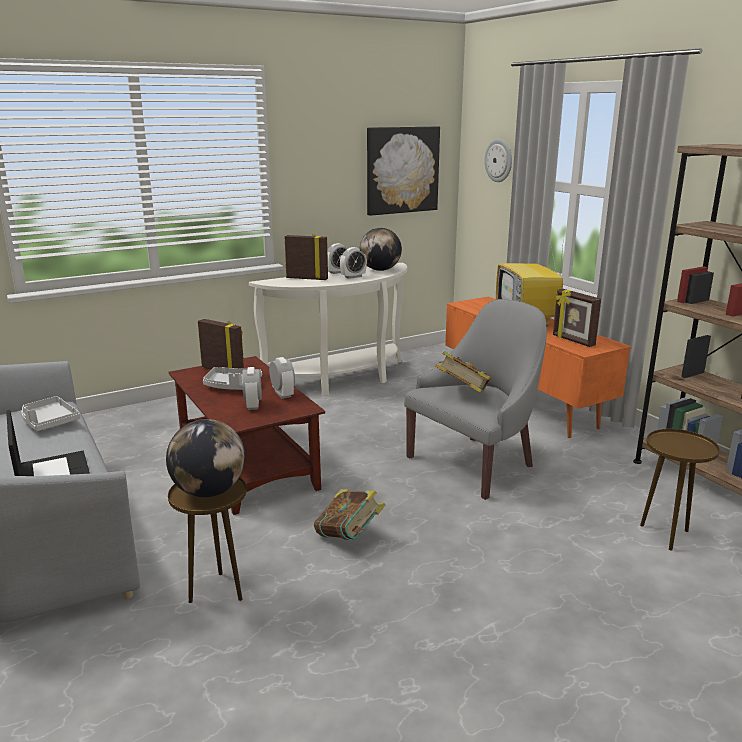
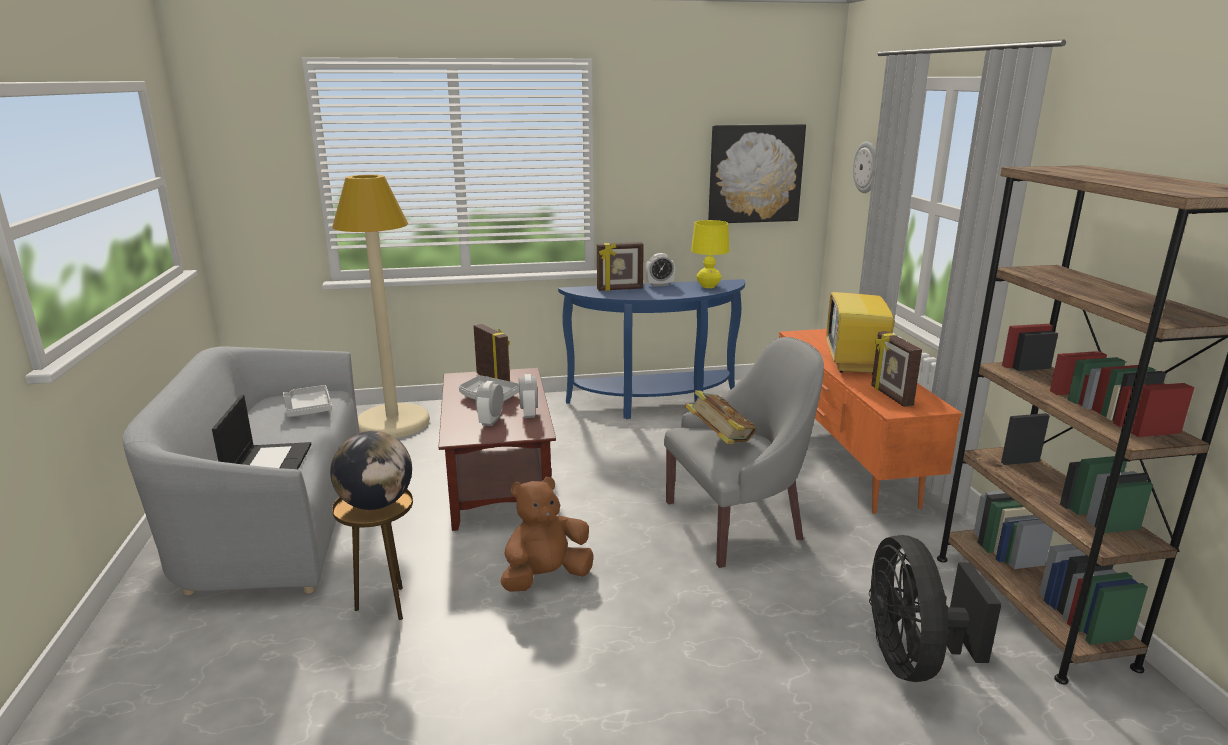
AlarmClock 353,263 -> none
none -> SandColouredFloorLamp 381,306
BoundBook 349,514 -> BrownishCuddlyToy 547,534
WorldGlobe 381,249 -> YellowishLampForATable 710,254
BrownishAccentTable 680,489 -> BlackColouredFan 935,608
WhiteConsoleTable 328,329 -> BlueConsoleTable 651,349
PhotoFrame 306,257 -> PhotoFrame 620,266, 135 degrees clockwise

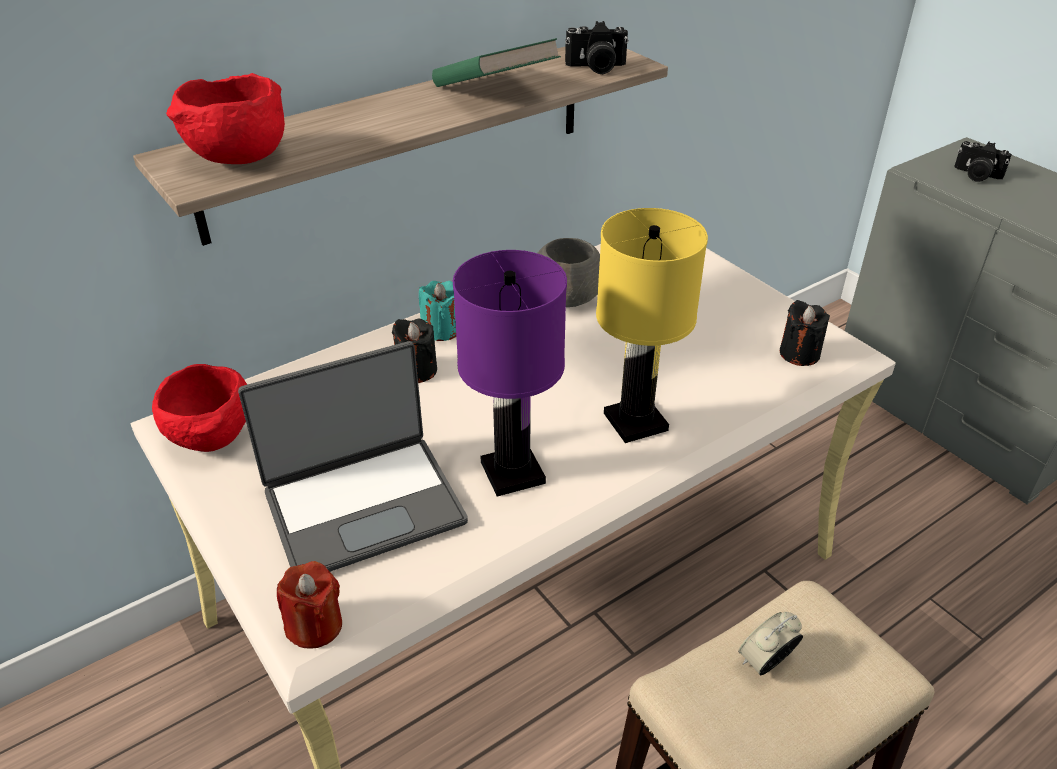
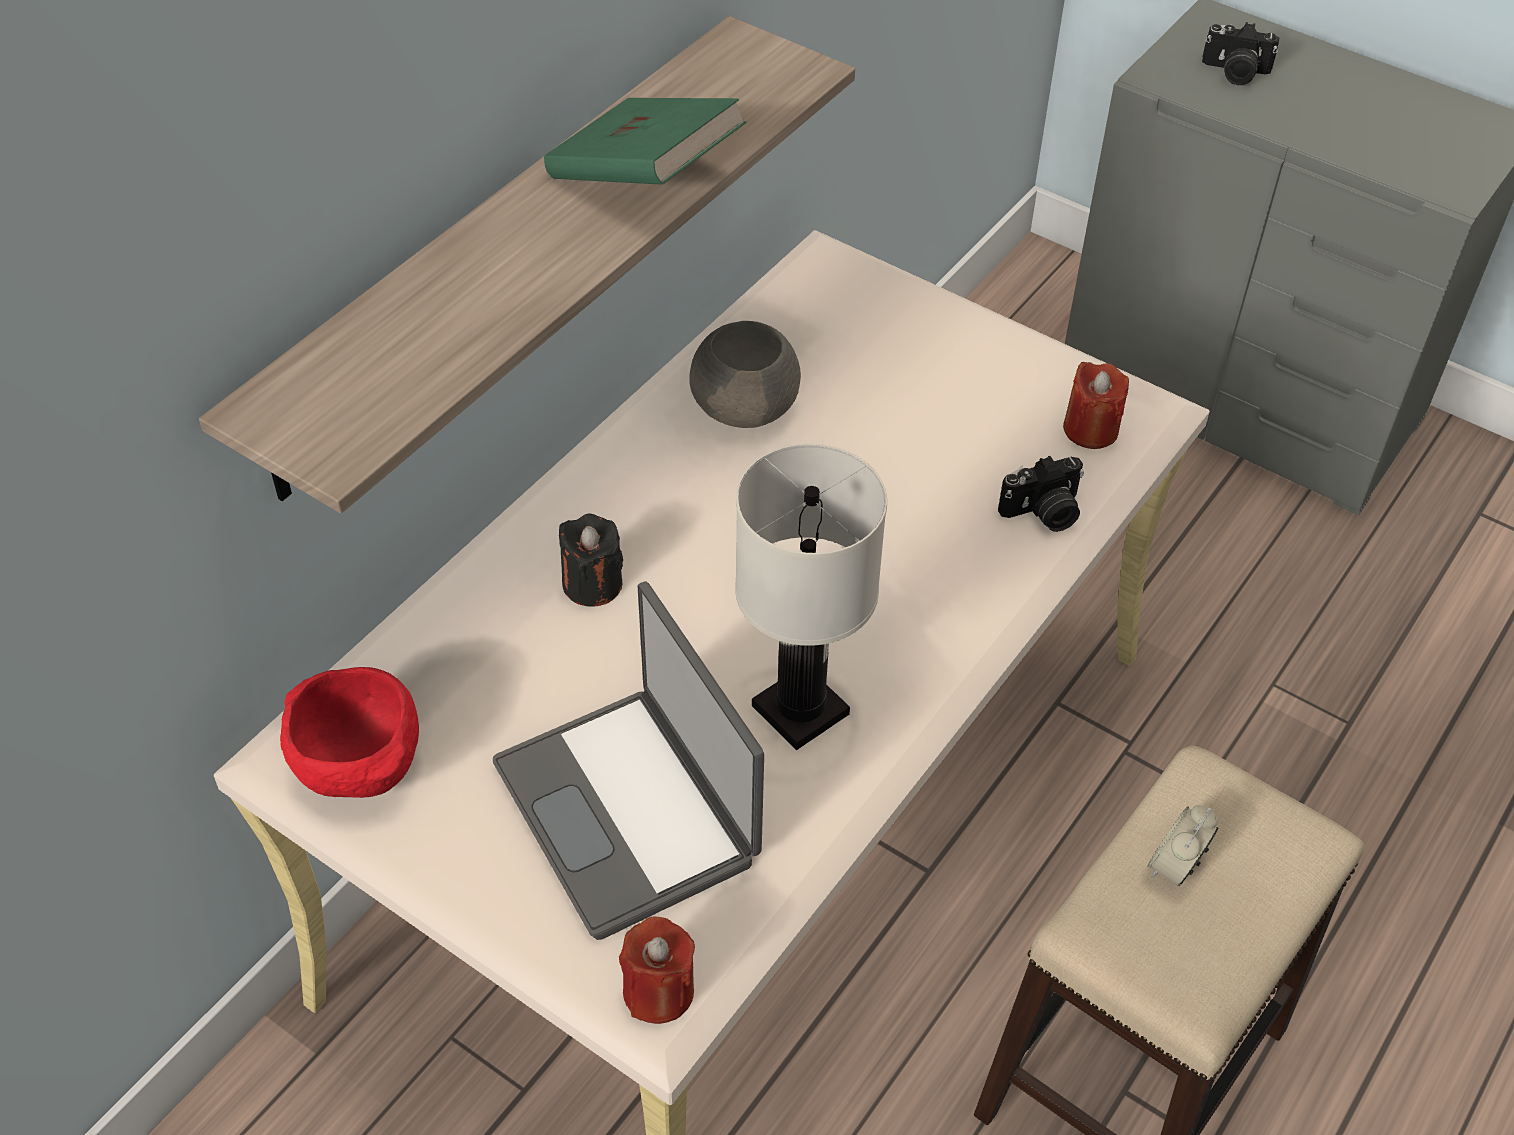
RedServingBowl 225,118 -> none
TurquoiseColouredWaxLight 437,311 -> none
YellowishLampForATable 652,325 -> none
PhotoCamera 597,47 -> PhotoCamera 1041,494, moved
PurplishLampForATable 510,373 -> WhiteLampForATable 811,597
BlackColouredWaxLight 805,333 -> RedWaxLight 1096,405
PortableComputer 353,456 -> PortableComputer 628,760, 105 degrees clockwise

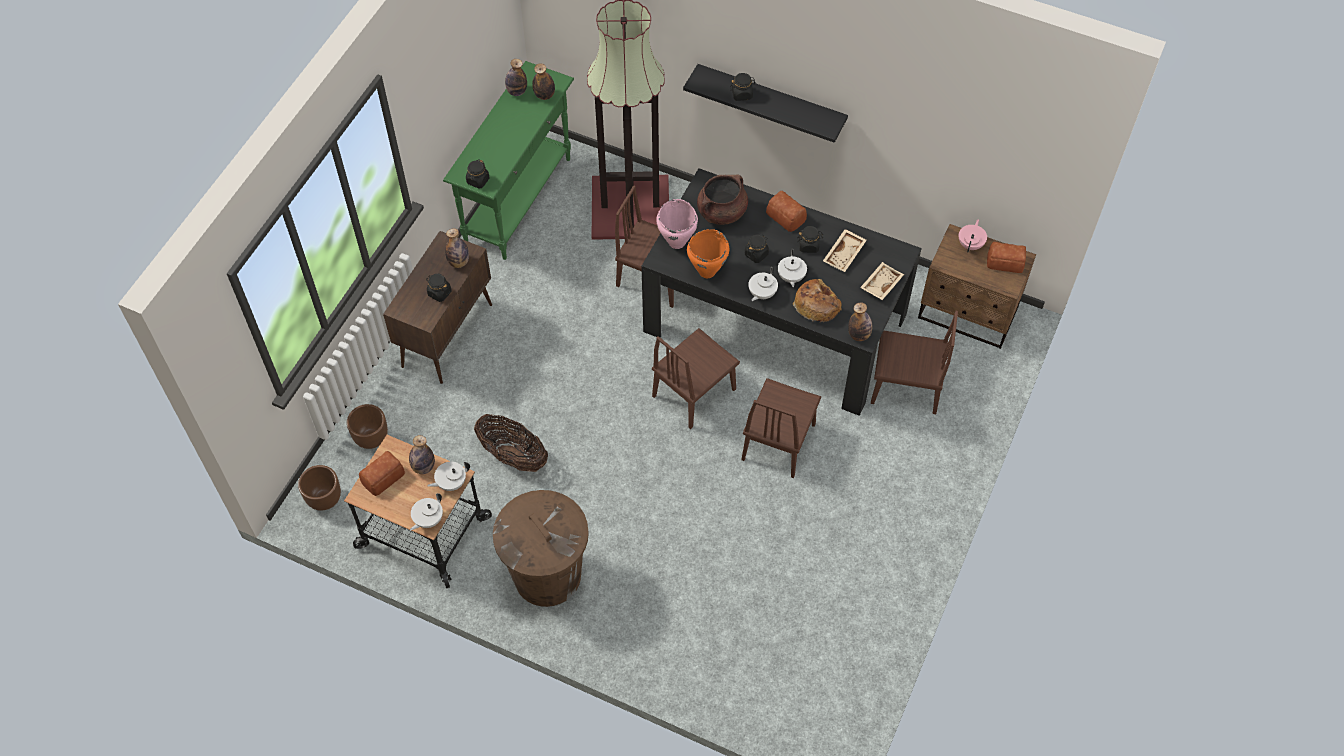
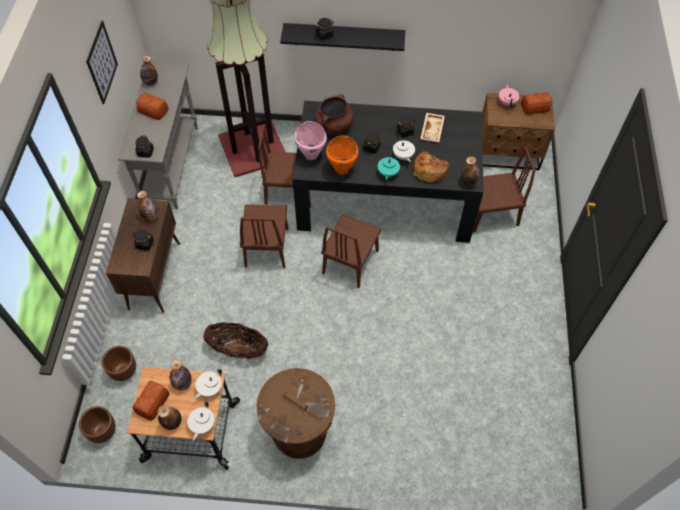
SandColouredCarryingTray 882,281 -> none
none -> WallPicture 102,62
DrinkBottle 543,81 -> DrinkBottle 170,417, moved
BrownishUprightChair 781,428 -> BrownishUprightChair 264,236, moved
BakedBread 786,211 -> BakedBread 152,106, moved
GreenColouredConsoleTable 508,160 -> GreyishConsoleTable 158,135
WhiteTeaPot 763,284 -> TurquoiseColouredTeaPot 389,165

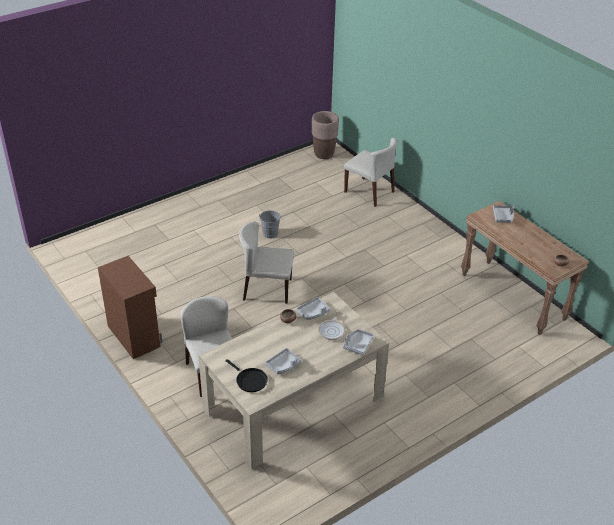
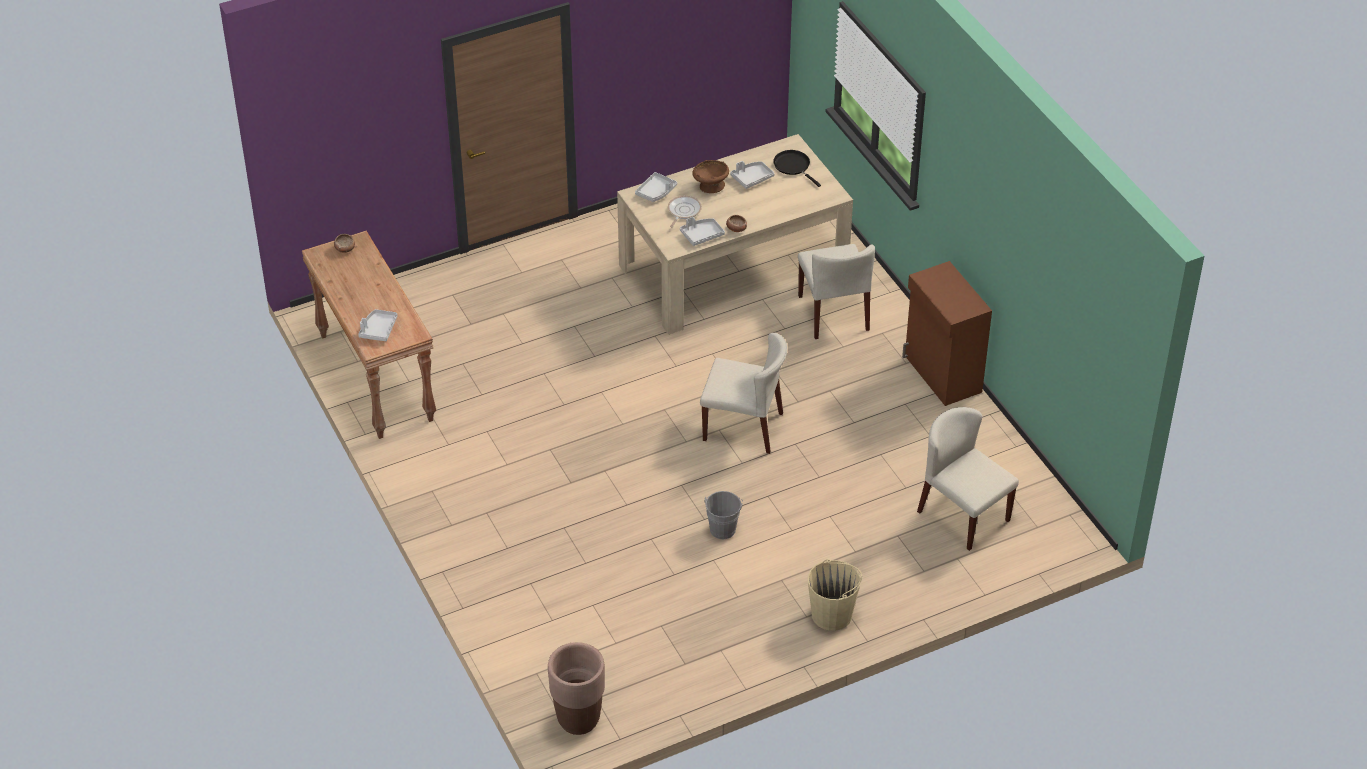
none -> BrownishServingBowl 710,176
none -> SandColouredBucket 835,595
SandColouredUprightChair 370,172 -> SandColouredUprightChair 968,479, moved

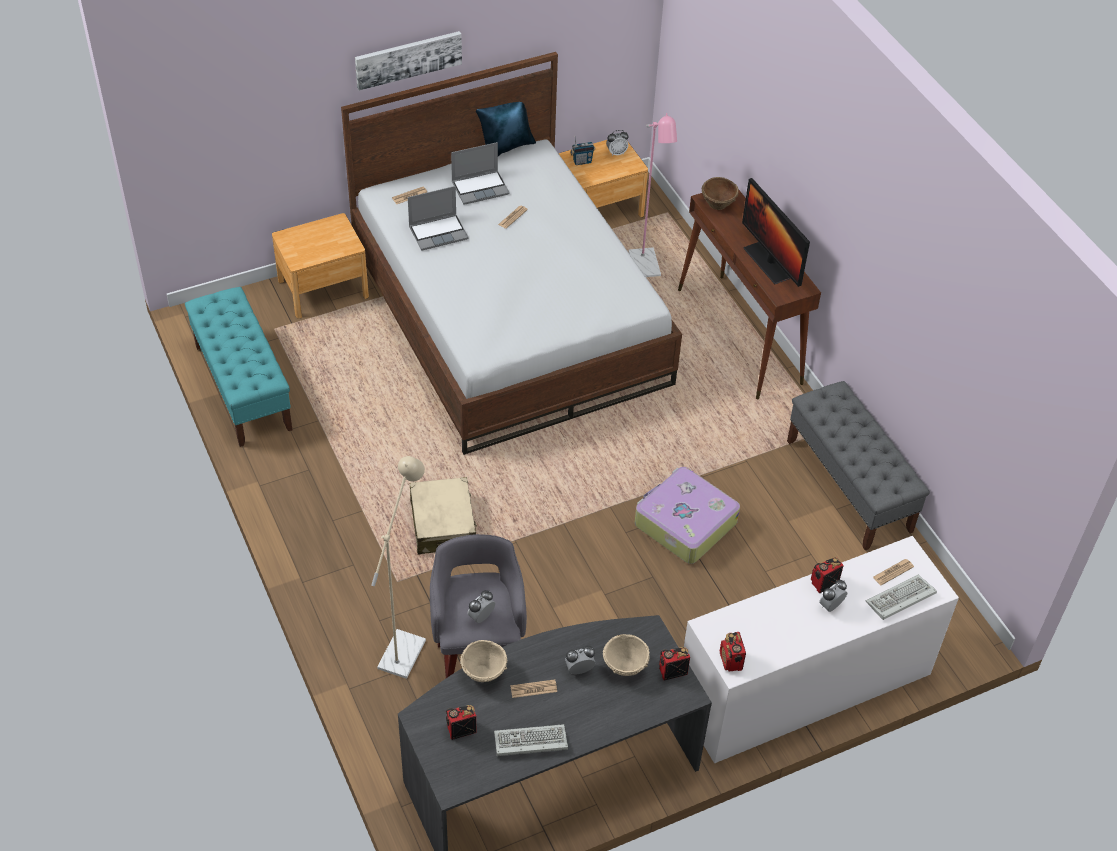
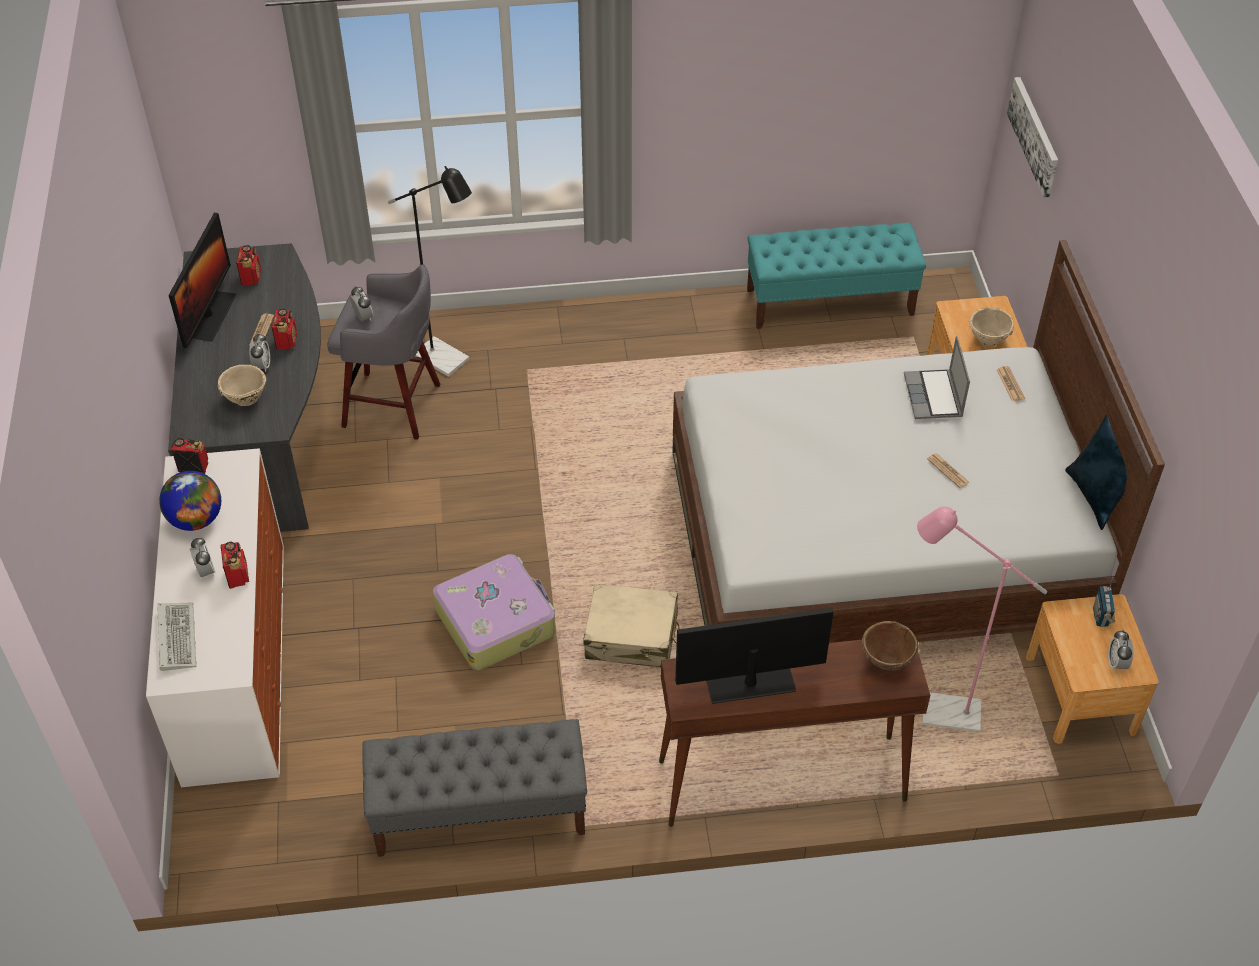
PortableComputer 480,173 -> none
DailyPaper 893,572 -> none
none -> WorldGlobe 190,501
WallPicture 408,60 -> WallPicture 1032,137, moved
SandColouredPieceOfLuggage 443,515 -> SandColouredPieceOfLuggage 631,625, moved
SandColouredServingBowl 483,661 -> SandColouredServingBowl 991,326, moved
RadioReceiver 674,664 -> RadioReceiver 284,329, moved
ComputerKeyboard 531,740 -> ComputerDisplay 202,280
SandColouredFloorLamp 398,567 -> BlackColouredFloorLamp 430,271

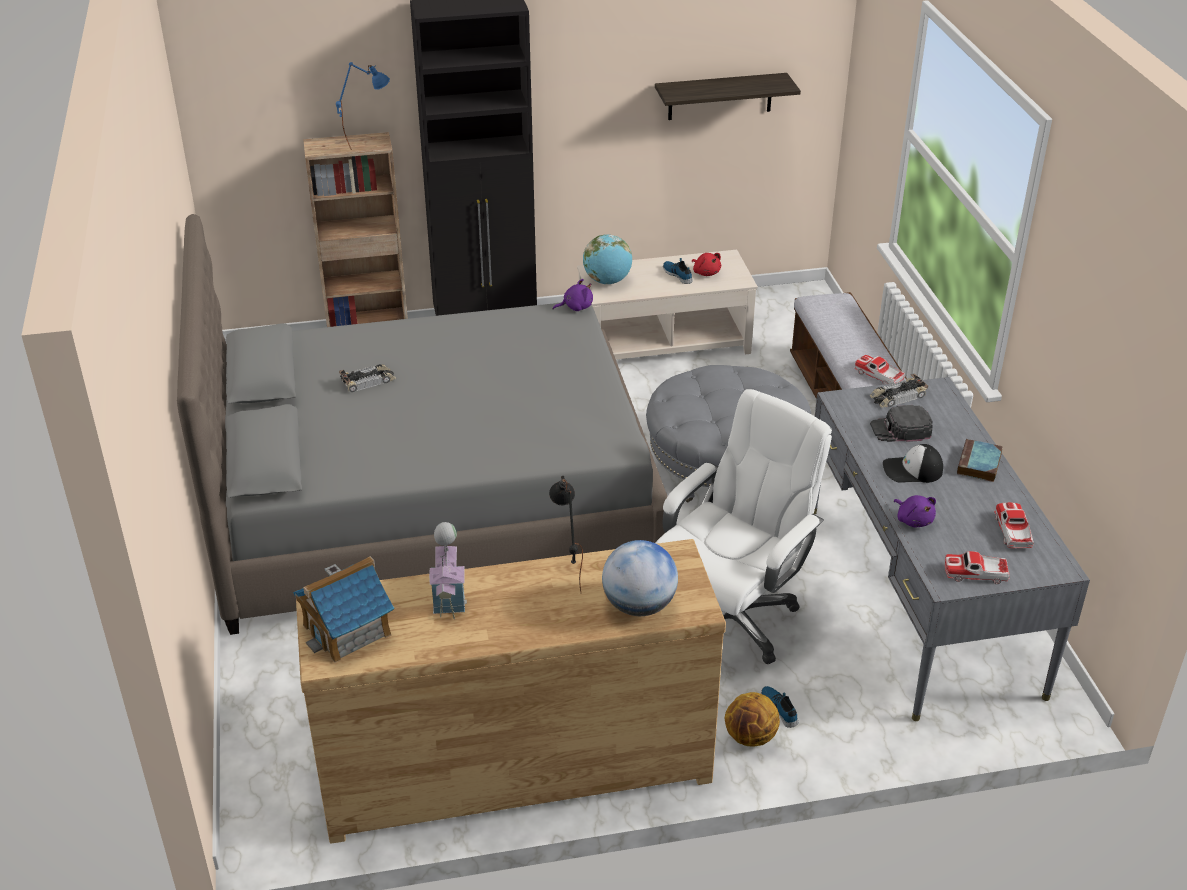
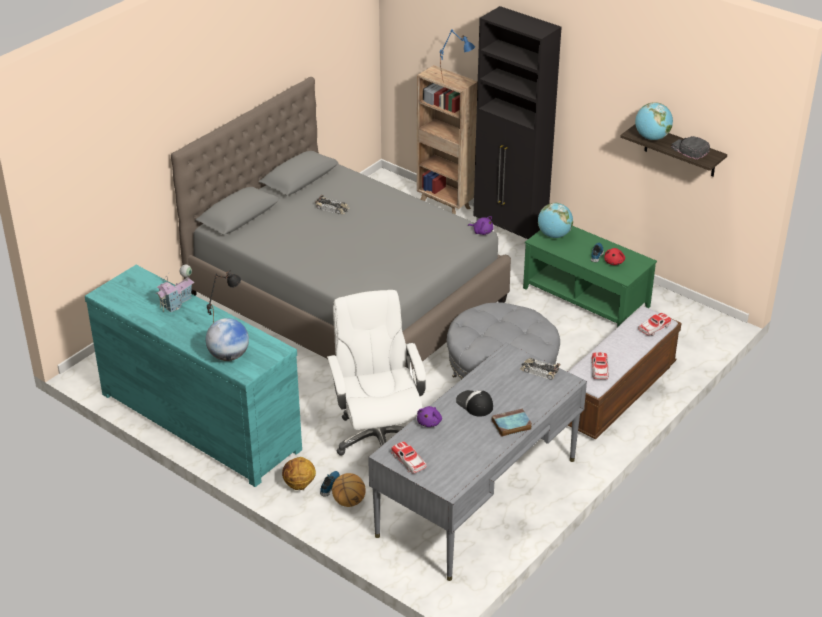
MiniatureHouse 343,609 -> none
none -> BallForBasketball 349,490
none -> WorldGlobe 654,121
BlackColouredBaseballCap 901,423 -> BlackColouredBaseballCap 690,148, moved
ModelCar 1014,525 -> ModelCar 654,324, moved
BrownishDrawerChest 511,691 -> TurquoiseColouredDrawerChest 193,376
SandColouredLowTable 667,305 -> GreenColouredLowTable 590,276
WhiteDeskChair 744,526 -> WhiteDeskChair 376,373, 105 degrees counterclockwise

